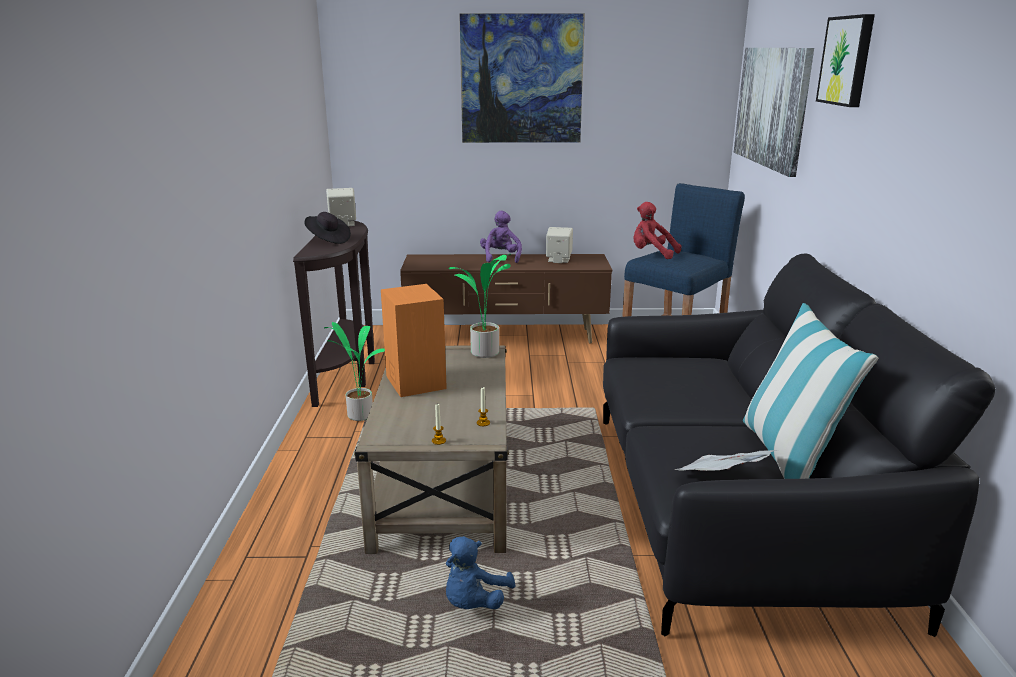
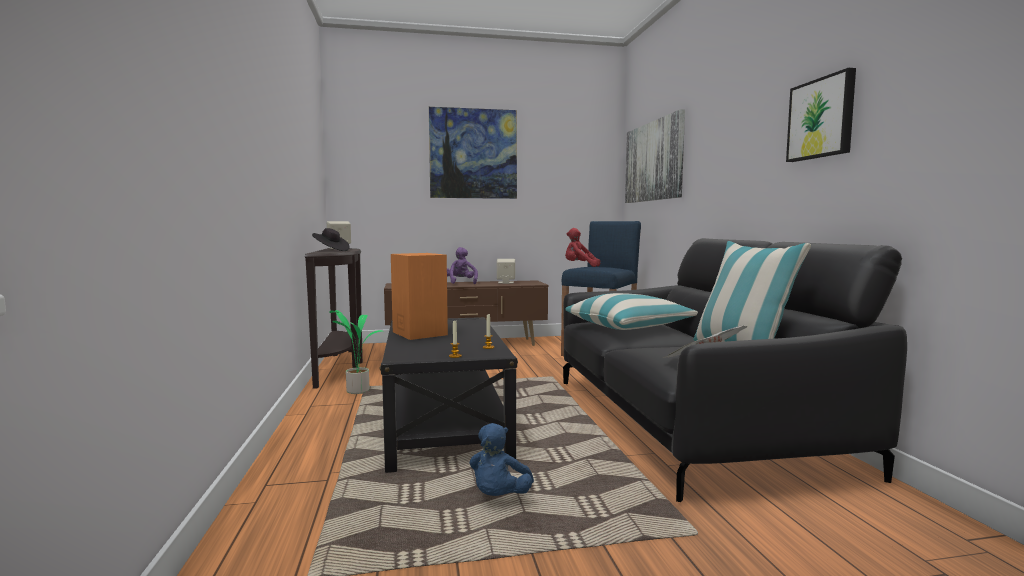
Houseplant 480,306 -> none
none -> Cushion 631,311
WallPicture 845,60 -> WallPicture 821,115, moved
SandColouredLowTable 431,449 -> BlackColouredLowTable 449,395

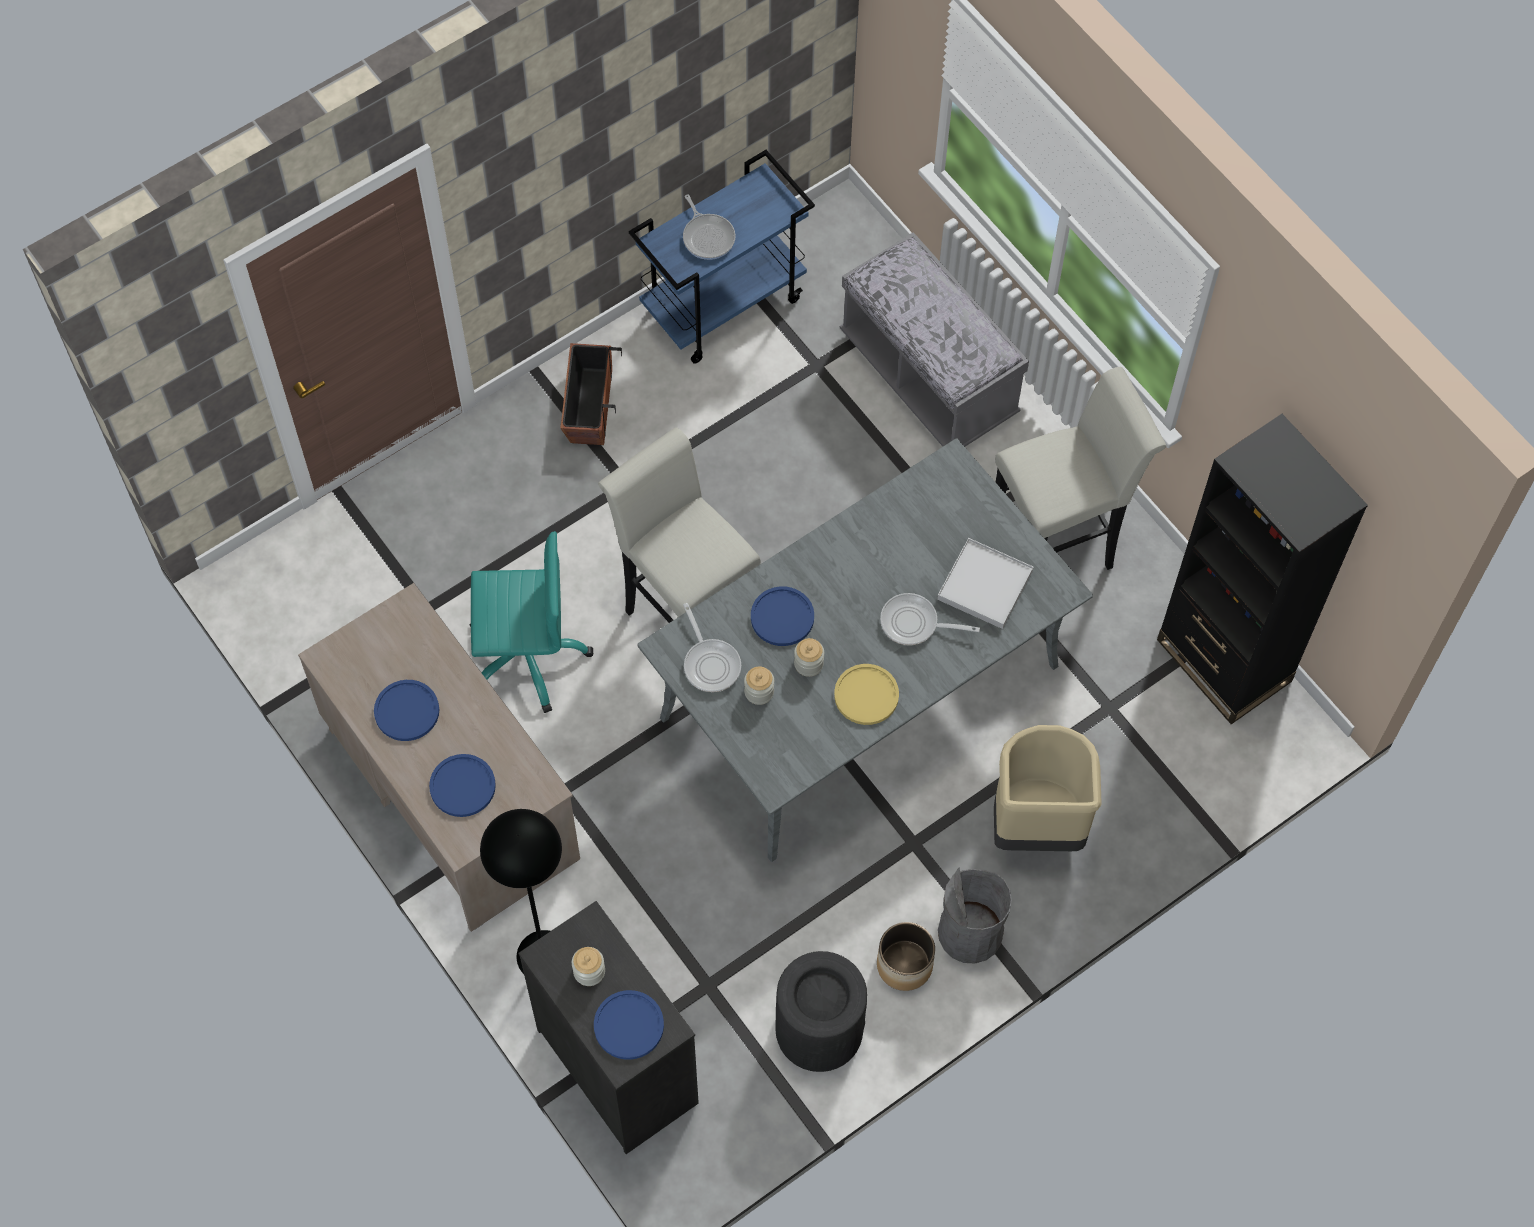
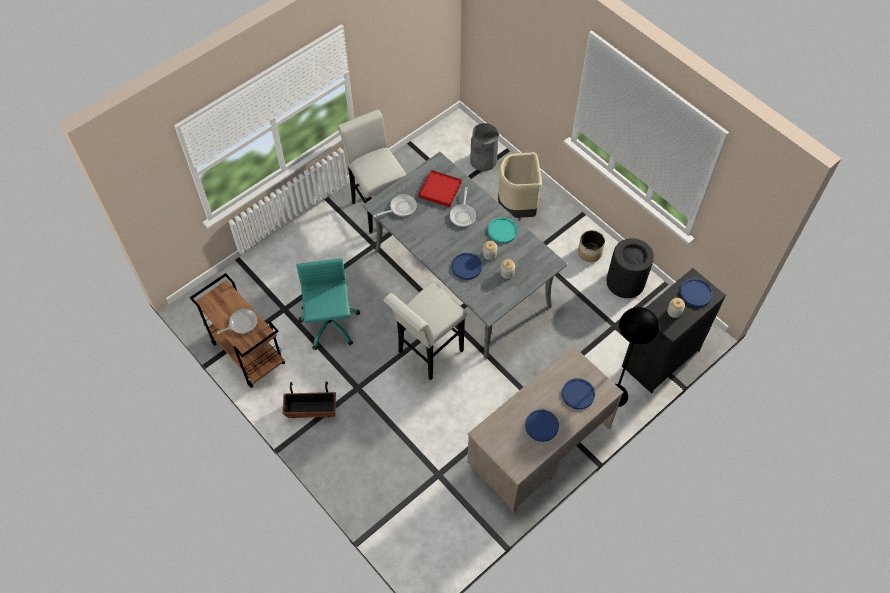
GreyishBench 934,339 -> none
BlackColouredBookcase 1262,569 -> none
TurquoiseColouredDeskChair 531,622 -> TurquoiseColouredDeskChair 328,304, moved
FryingPan 712,647 -> FryingPan 395,205, moved
GreyishTrashCan 975,915 -> GreyishTrashCan 484,147, moved
BlueWheeledCart 722,257 -> BrownishWheeledCart 237,330
YellowishFlatDish 866,694 -> TurquoiseColouredFlatDish 503,230
WhiteCarryingTray 985,583 -> RedCarryingTray 440,188

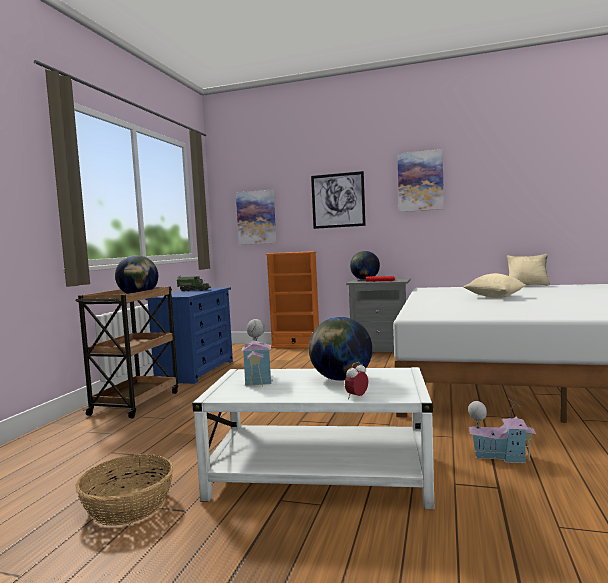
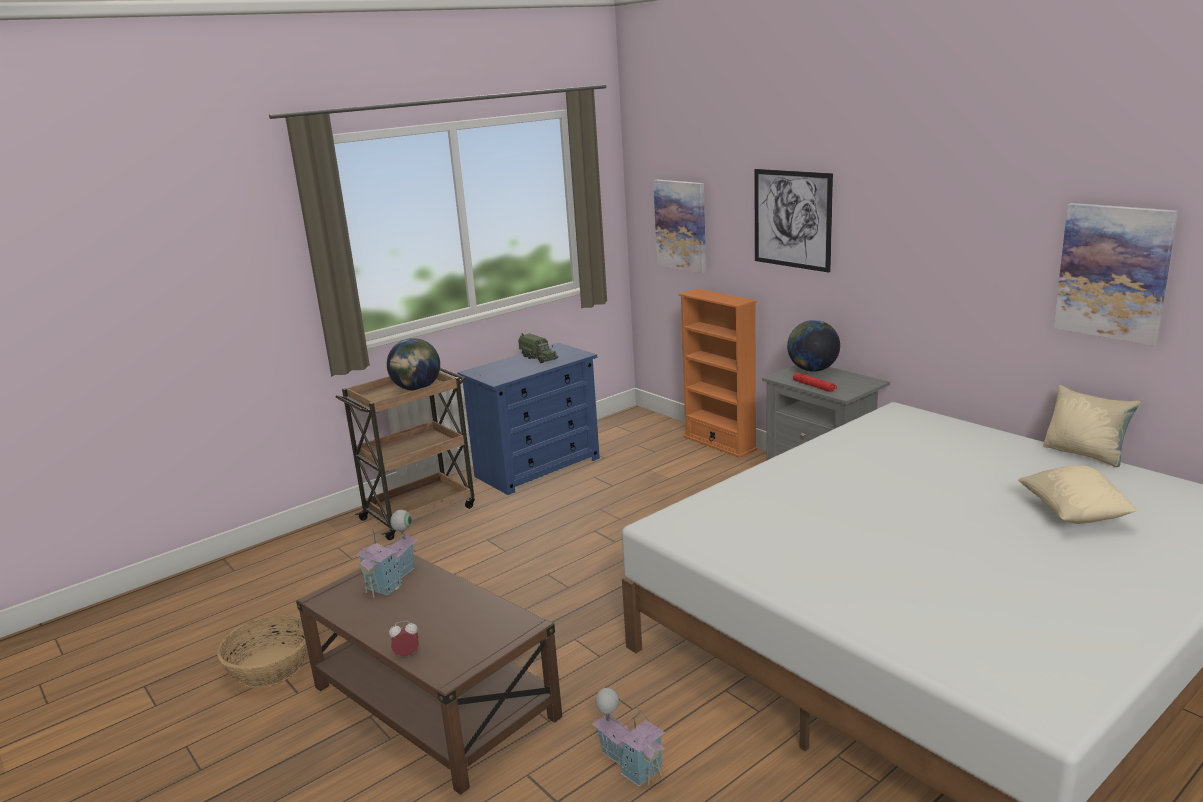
WorldGlobe 340,349 -> none
WallPicture 420,180 -> WallPicture 1116,274, moved
SandColouredCushion 494,285 -> SandColouredCushion 1077,494, moved
WhiteLowTable 313,438 -> BrownishLowTable 429,674

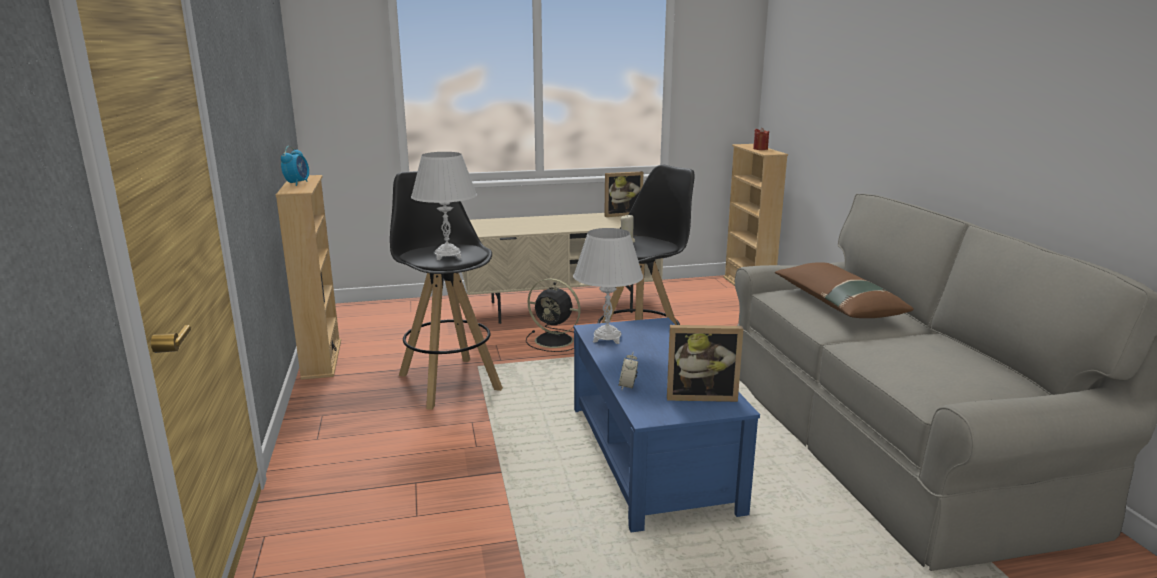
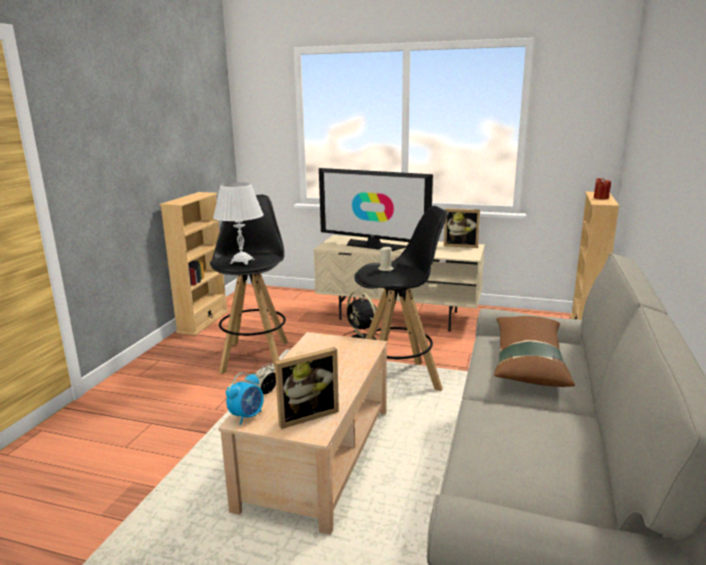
WhiteLampForATable 608,286 -> none
none -> Television 376,209
AlarmClock 295,166 -> AlarmClock 245,399, moved
BlueLowTable 667,425 -> SandColouredLowTable 302,433
PhotoFrame 705,363 -> PhotoFrame 307,388, 60 degrees counterclockwise

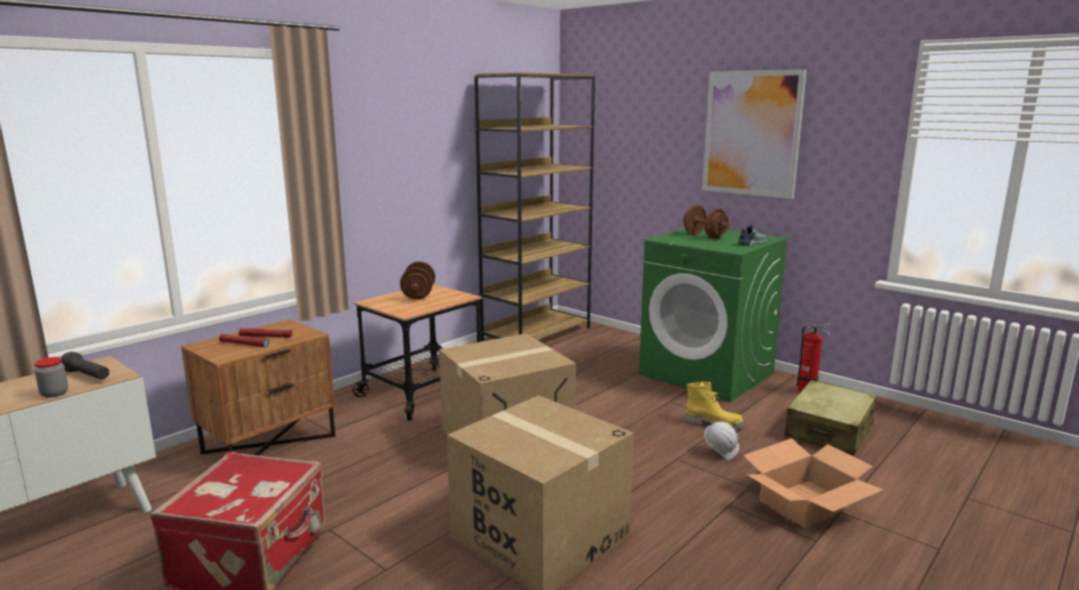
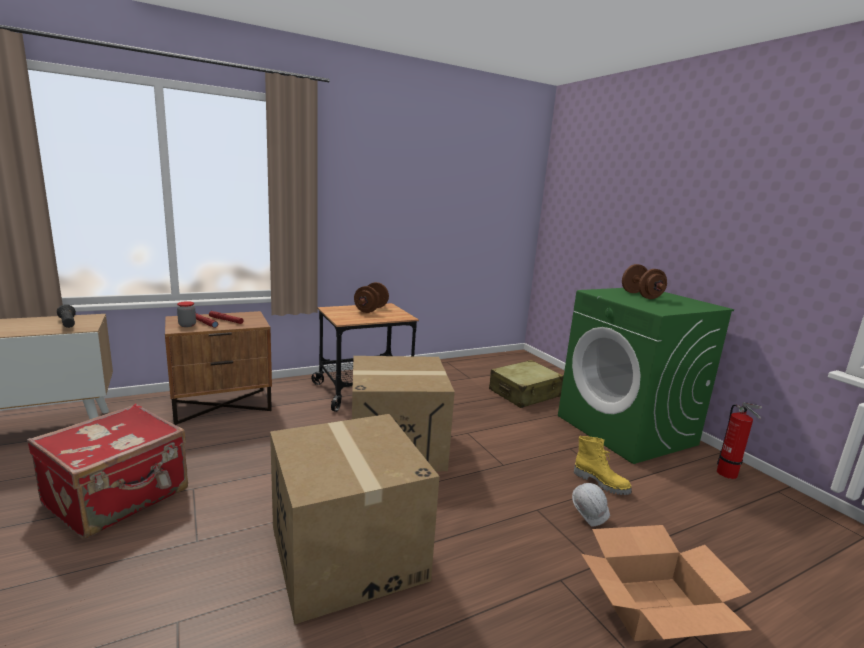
BrownishBookcase 534,207 -> none
WallPicture 754,134 -> none
LowShoe 752,235 -> none
Jar 51,377 -> Jar 186,314, moved
SandColouredPieceOfLuggage 830,418 -> SandColouredPieceOfLuggage 526,384, moved

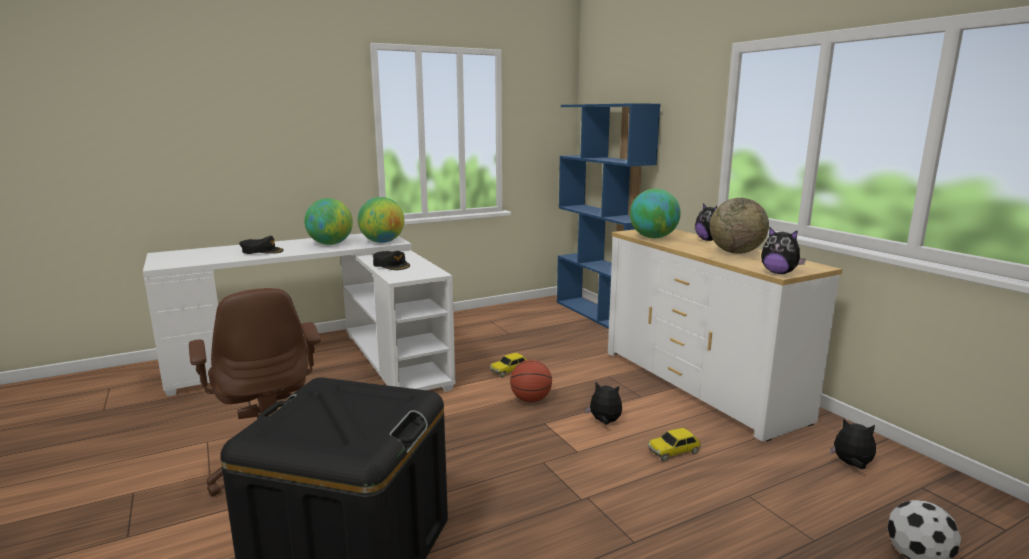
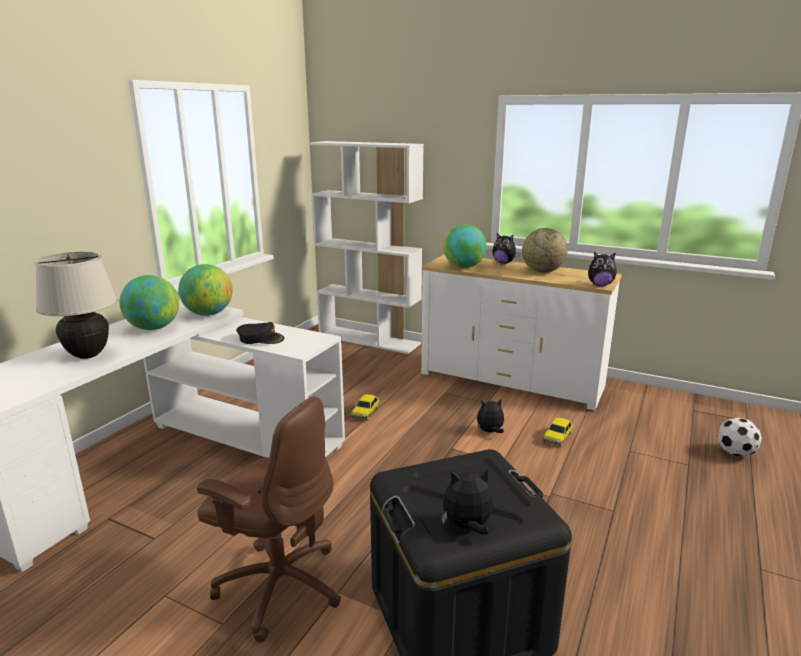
BallForBasketball 531,381 -> none
CuddlyToy 853,443 -> CuddlyToy 467,502, moved
BlackColouredBaseballCap 261,245 -> SandColouredLampForATable 76,305
BlueBookcase 608,216 -> WhiteBookcase 366,247

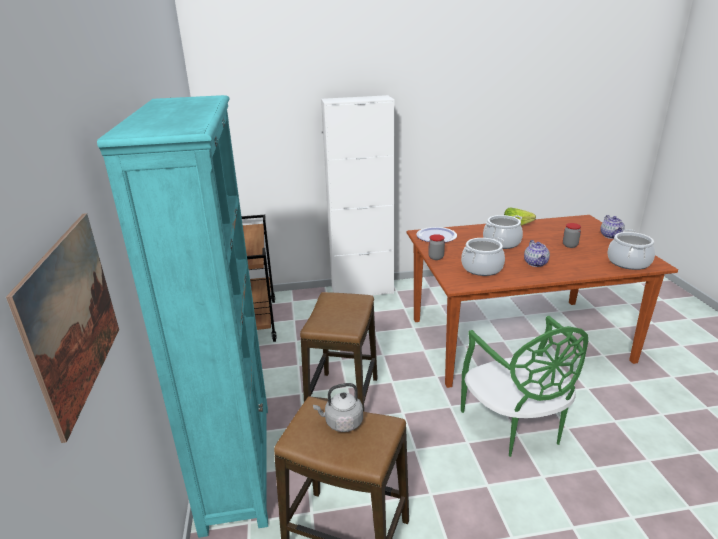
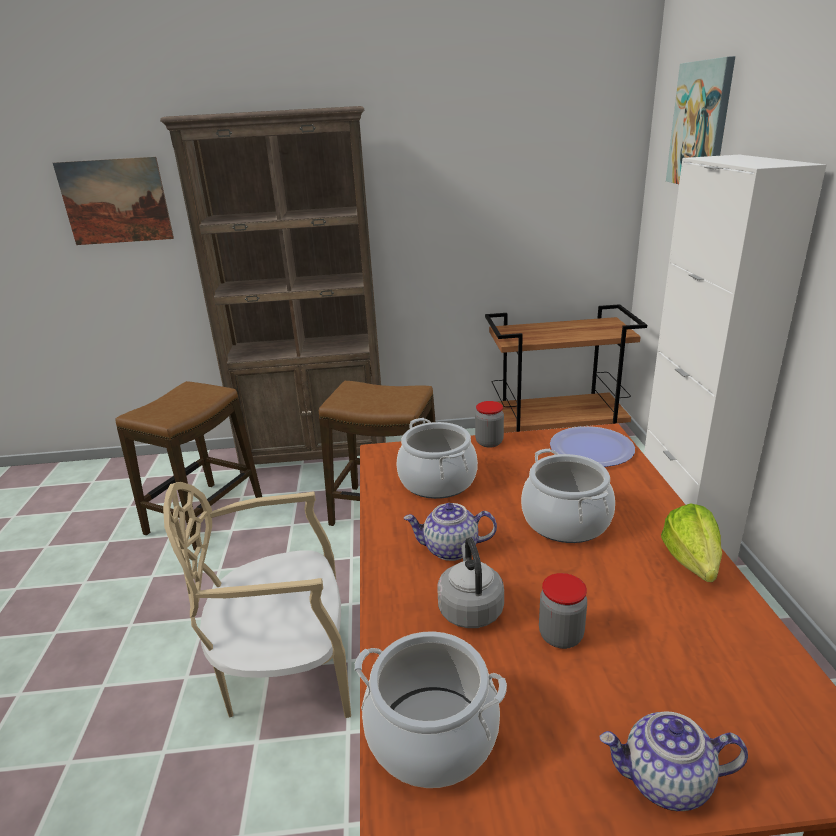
none -> WallPicture 700,120
GreyishTeaKettle 338,407 -> GreyishTeaKettle 470,582, moved
TurquoiseColouredBookcase 182,316 -> BrownishBookcase 273,290
GreenColouredUprightChair 524,386 -> SandColouredUprightChair 257,600

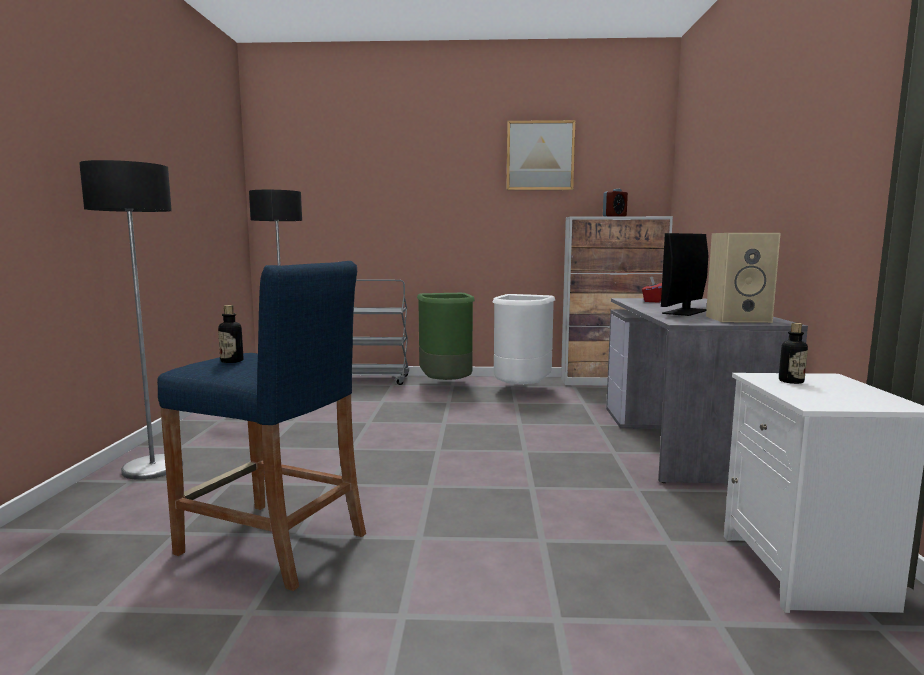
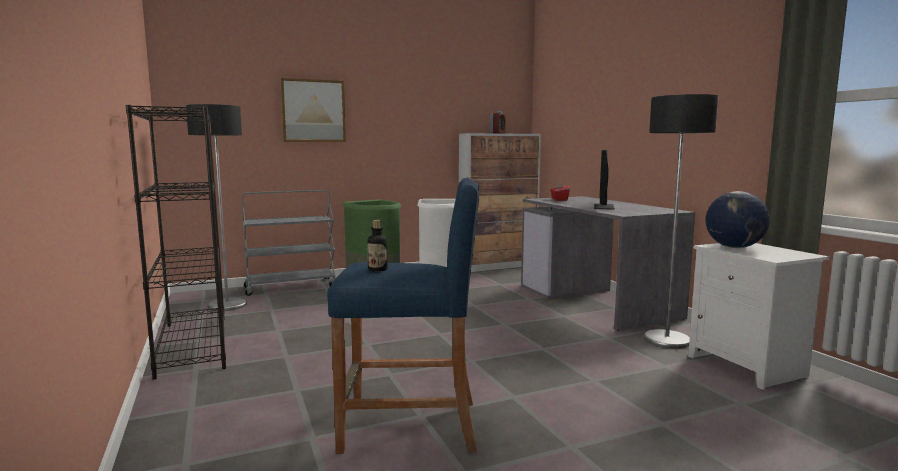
SandColouredSpeaker 743,278 -> none
none -> BlackColouredBookcase 176,242
FloorLamp 131,319 -> FloorLamp 681,221, moved
WallPicture 540,155 -> WallPicture 313,110, moved
DrinkBottle 793,353 -> WorldGlobe 737,219

